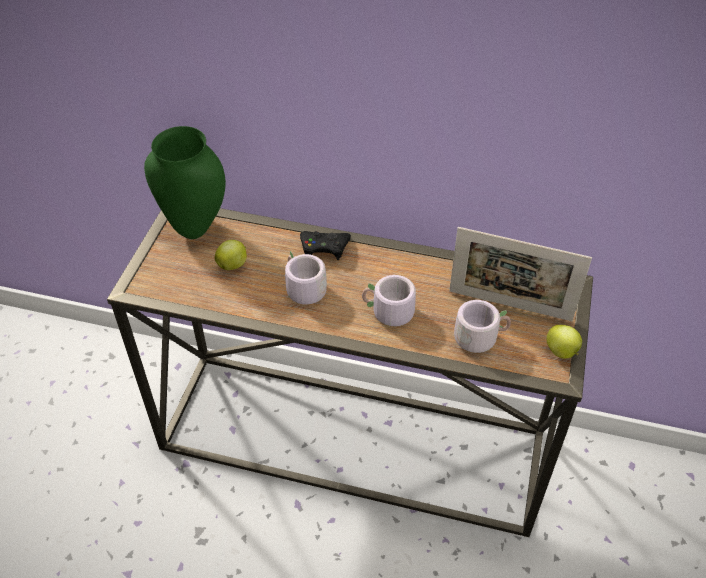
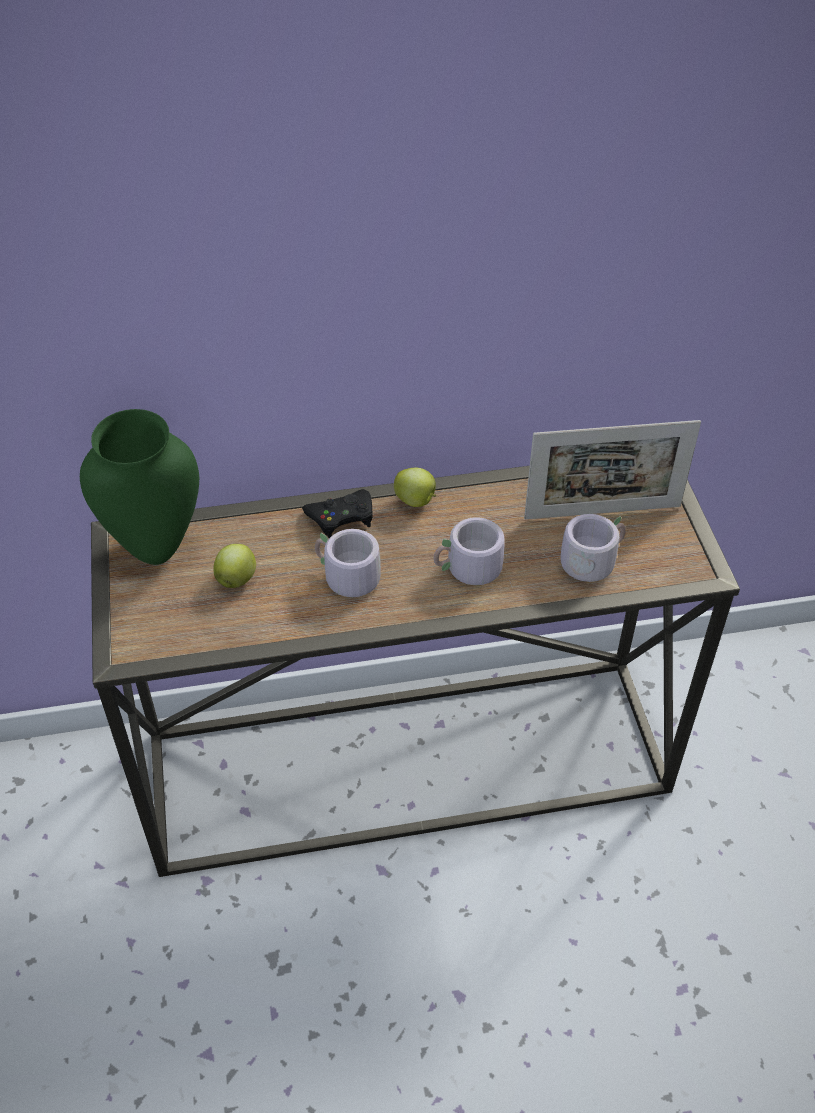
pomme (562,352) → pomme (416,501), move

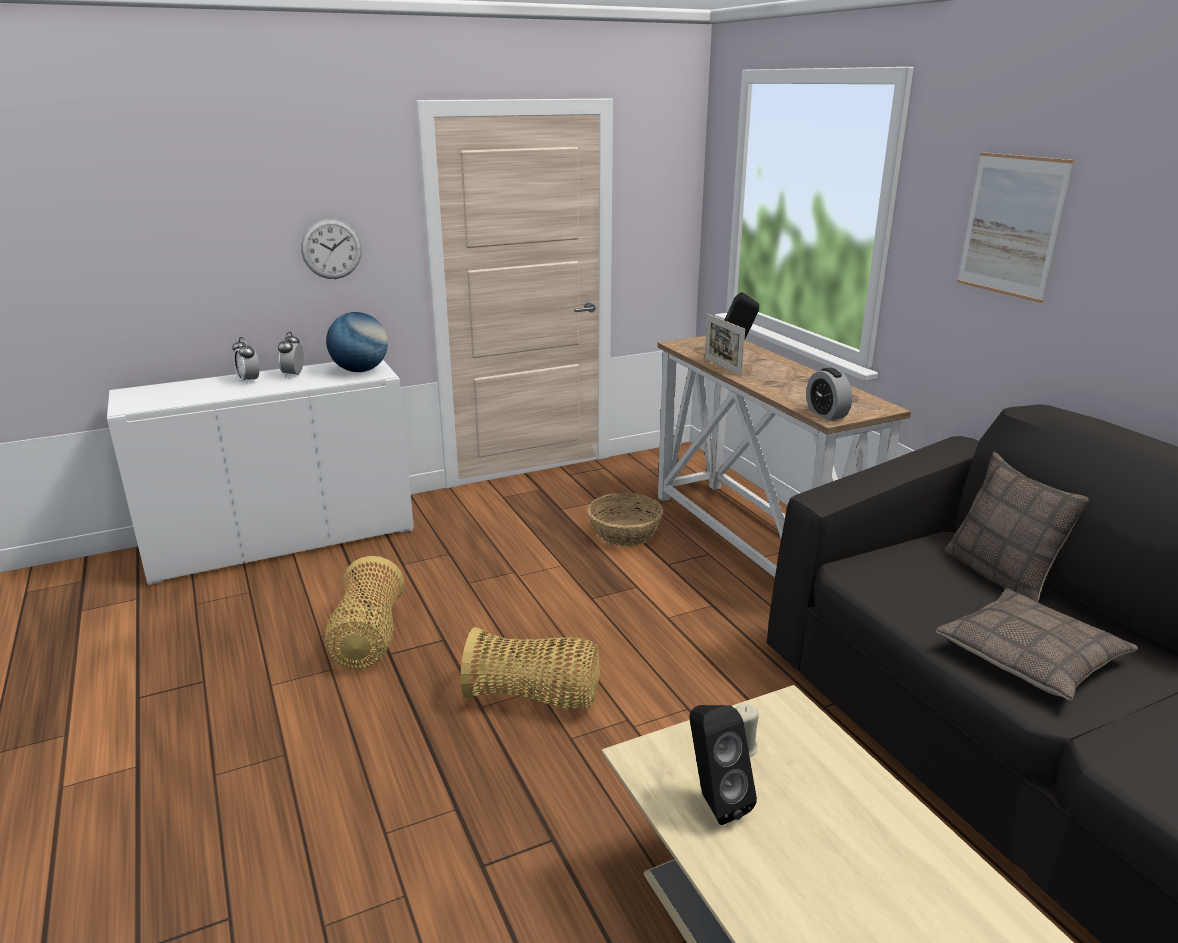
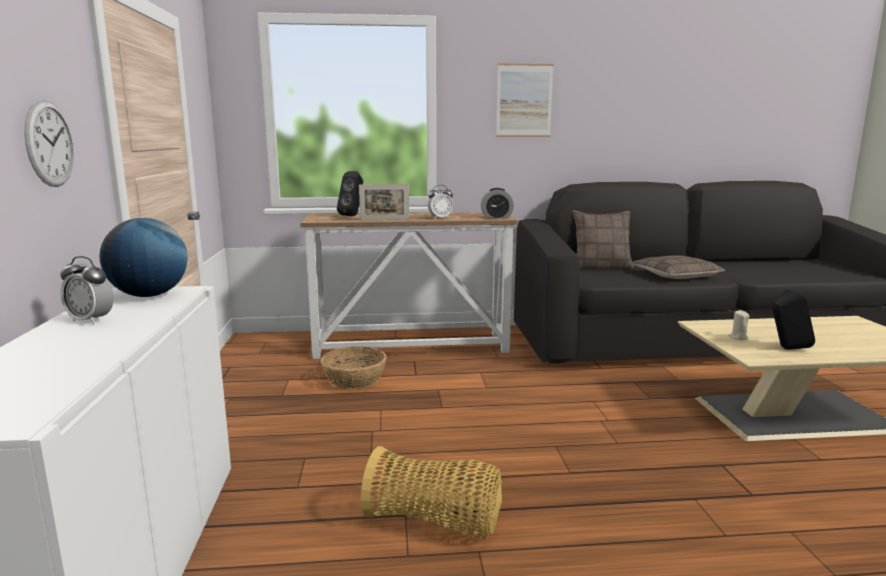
réveil (249,381) → réveil (440,218), move
panier (534,697) → -

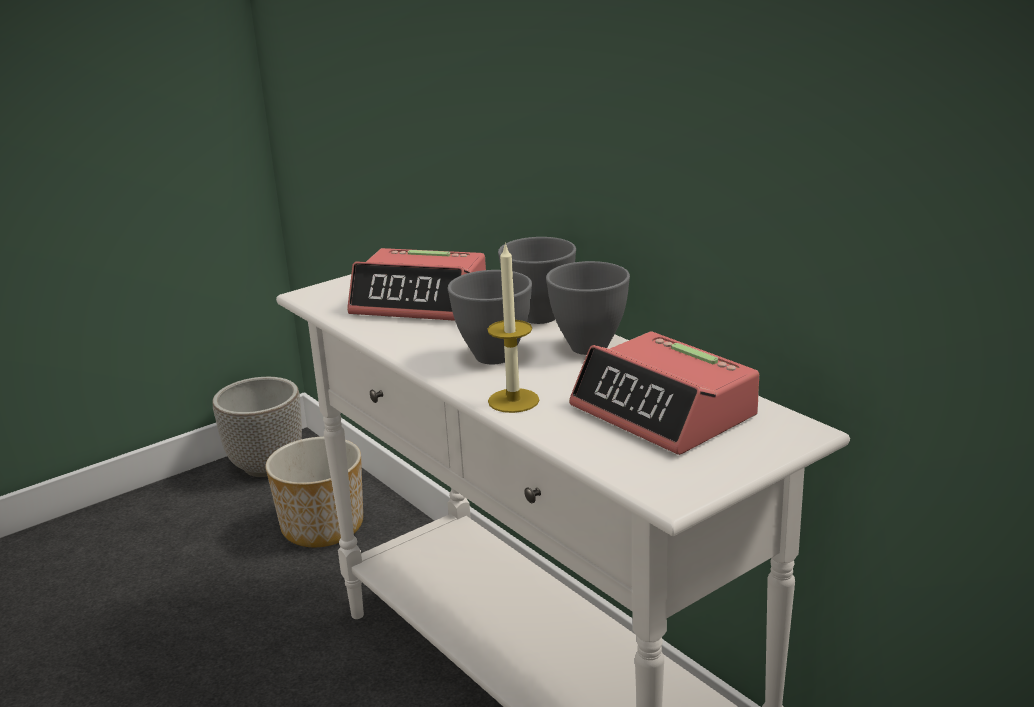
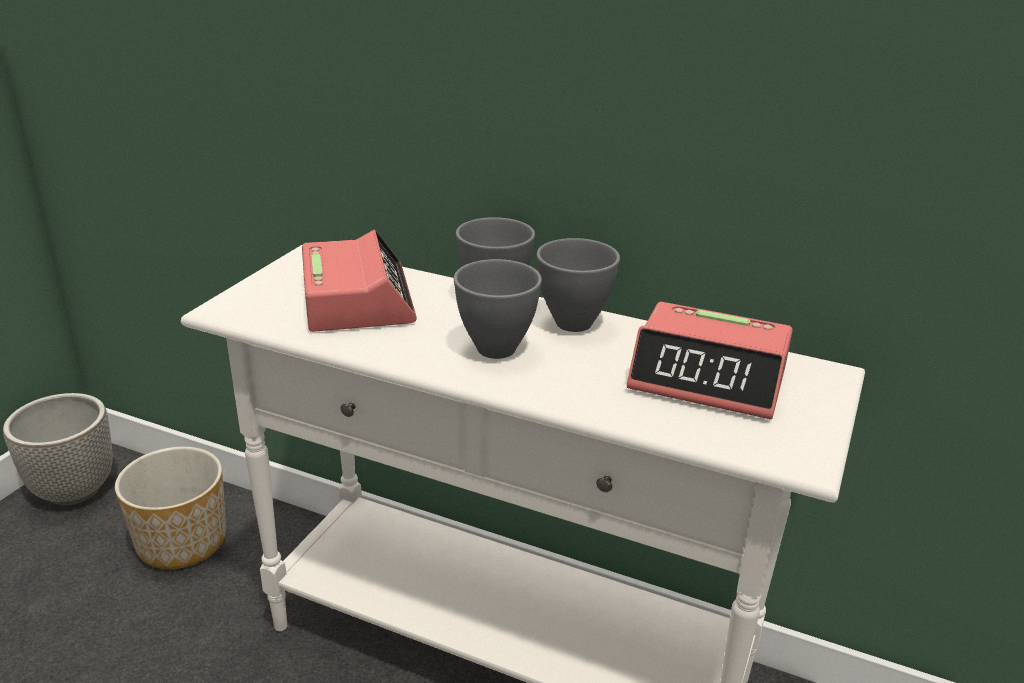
bougie (513,400) → -
réveil (420,302) → réveil (357,300), 90 degrees counterclockwise

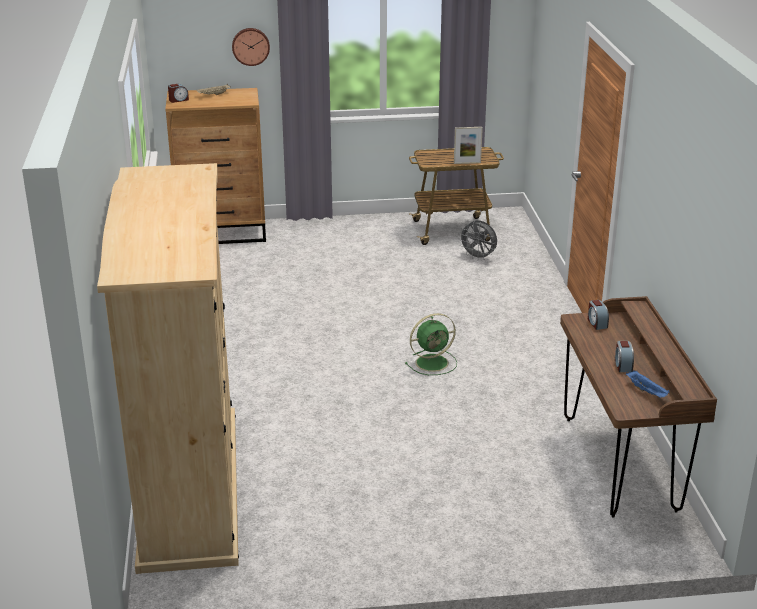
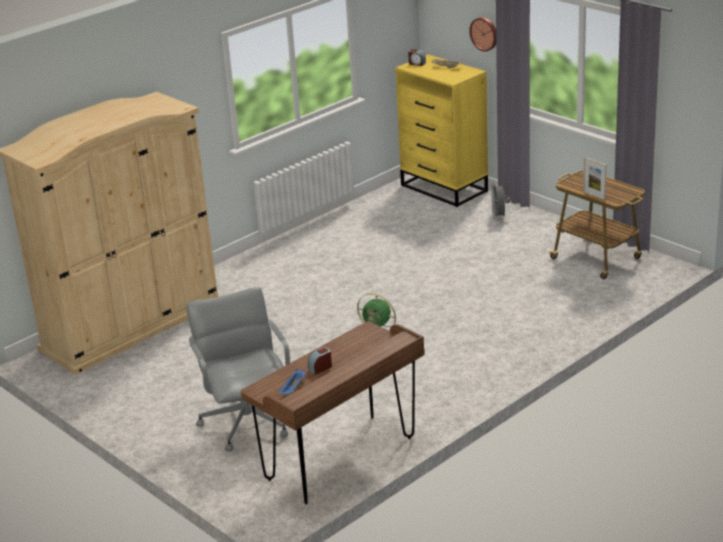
commode (marron) (223,233) → commode (jaune) (444,188)
ventilateur (gris) (478,257) → ventilateur (gris) (499,217), move
réveil (597,323) → -
- → chaise de bureau (gris) (247,422)

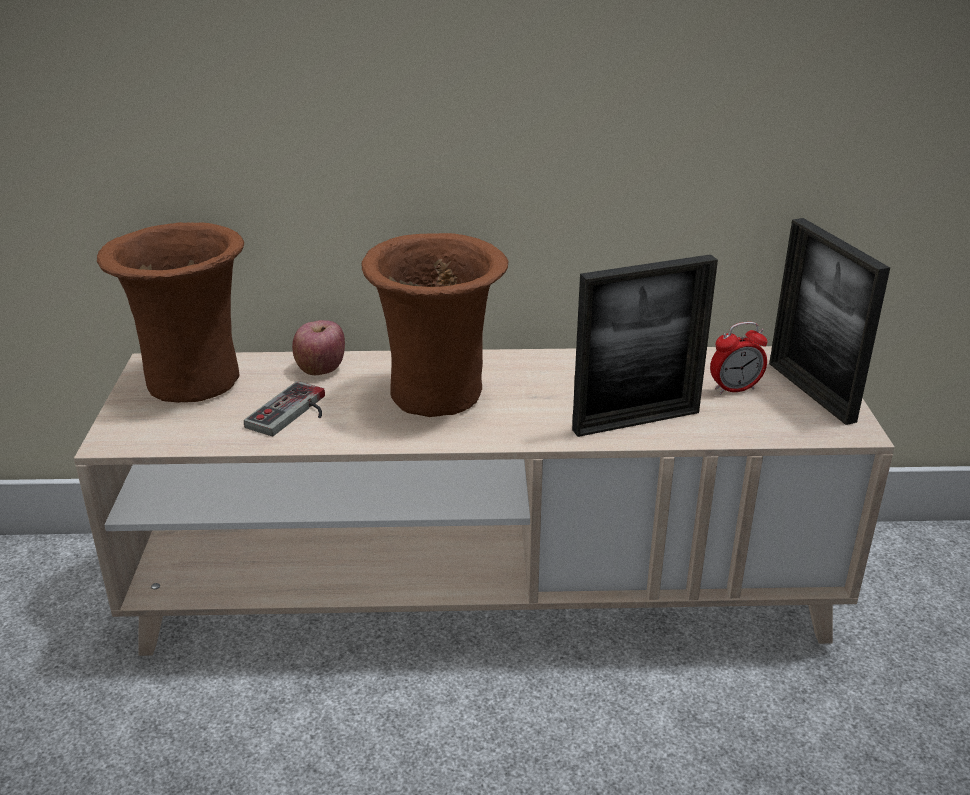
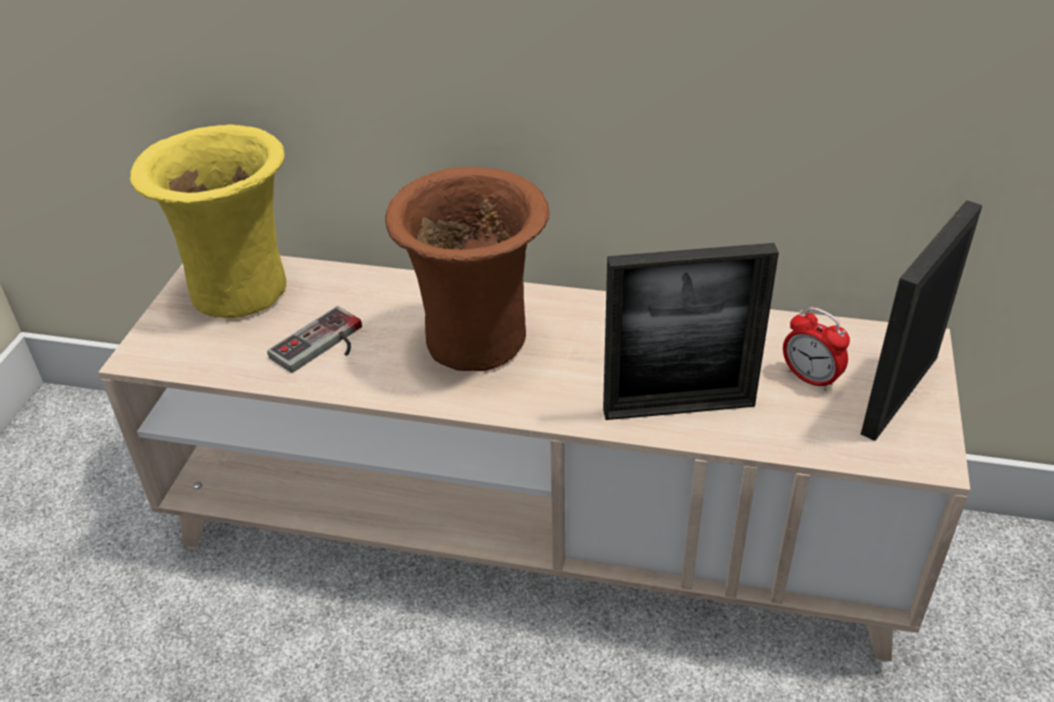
cadre photo (811,391) → cadre photo (900,394), 45 degrees clockwise
vase (marron) (191,381) → vase (jaune) (238,289)
pomme (321,369) → -
réveil (734,389) → réveil (810,378), 45 degrees clockwise

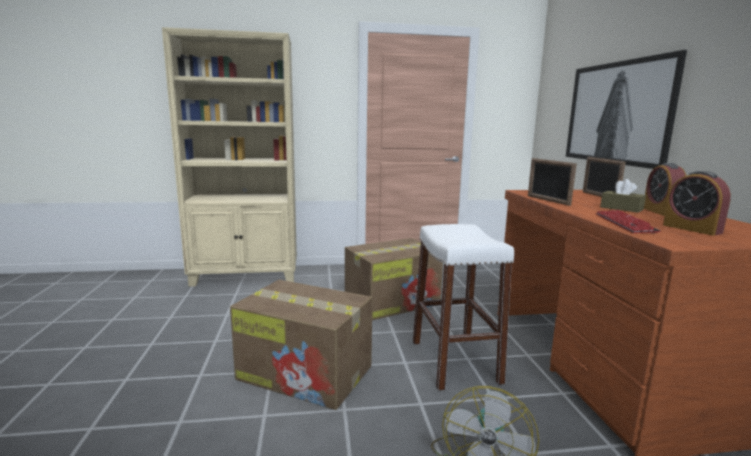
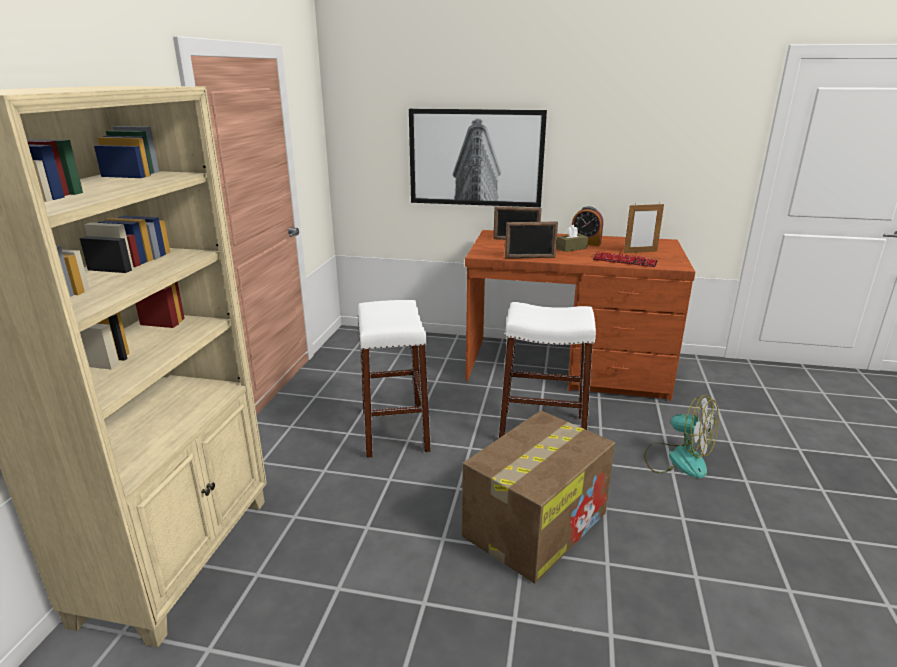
réveil (692,229) → cadre photo (640,252)
carton (393,301) → tabouret (blanc) (395,430)

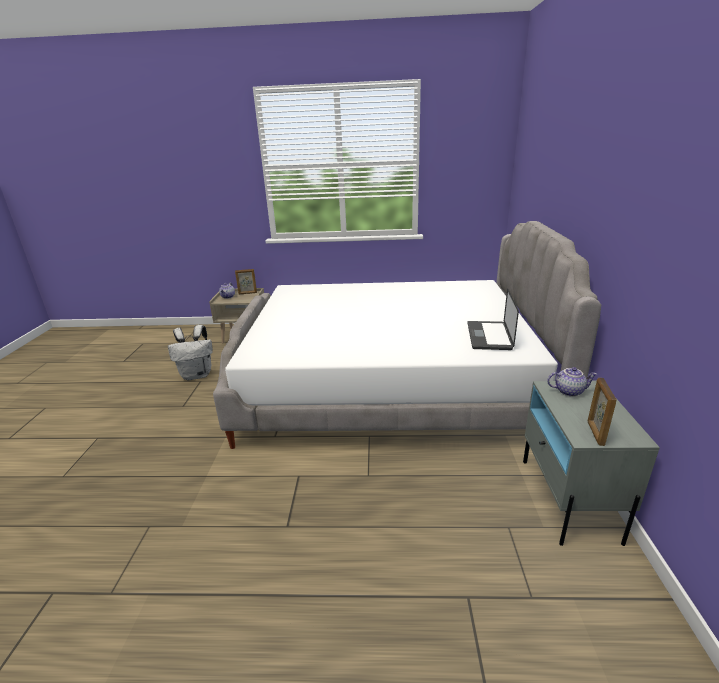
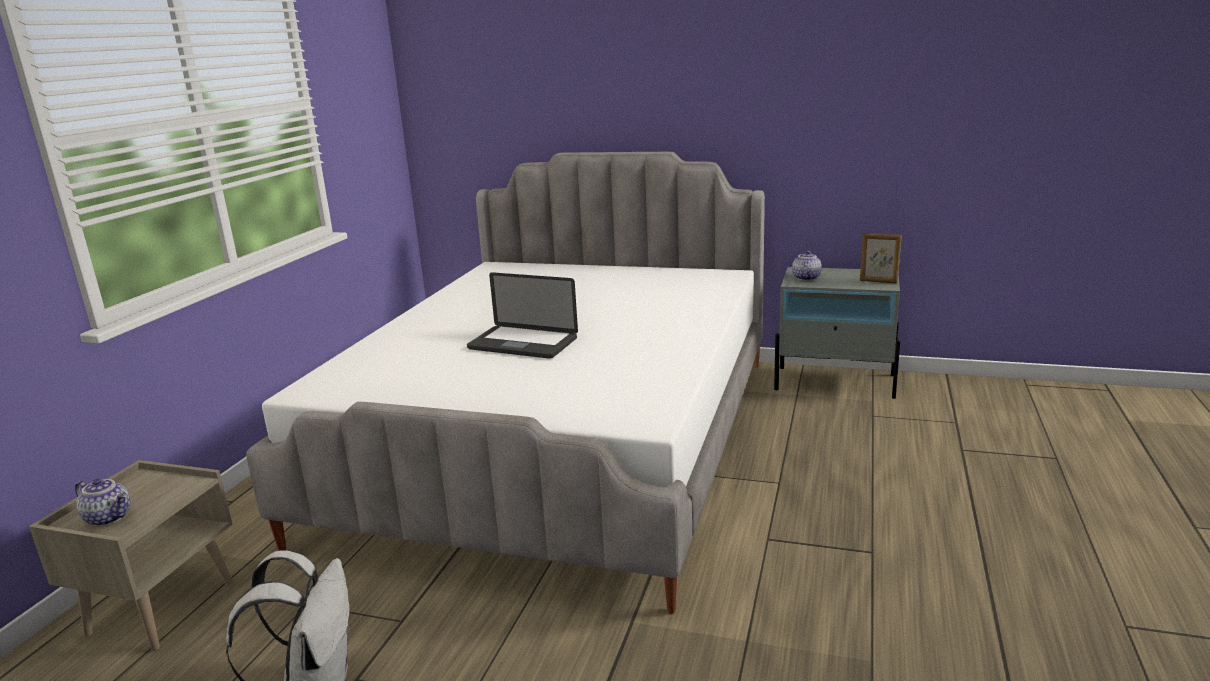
cadre photo (247,293) → -
ordinateur portable (489,336) → ordinateur portable (523,344), move

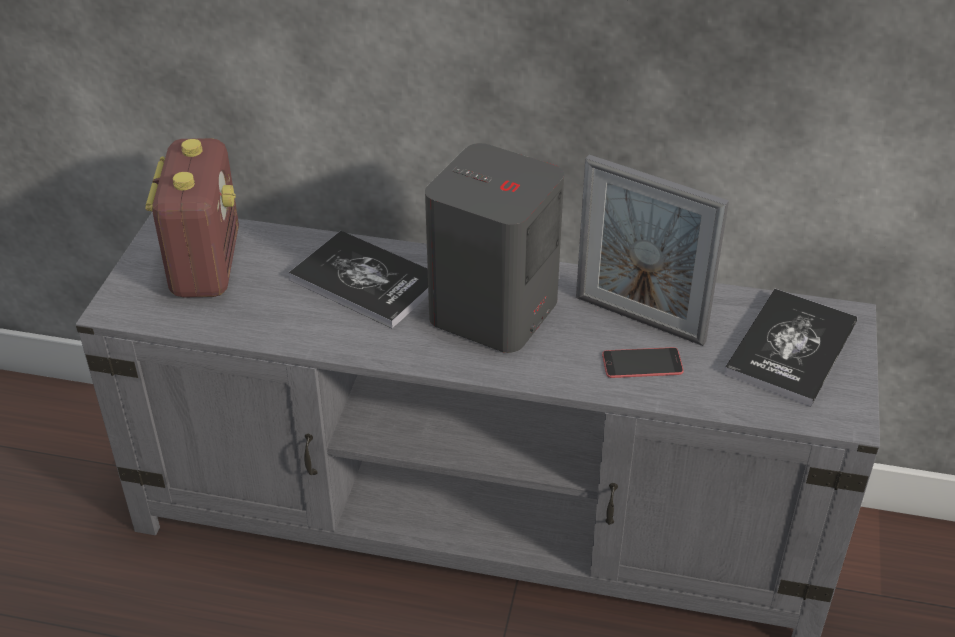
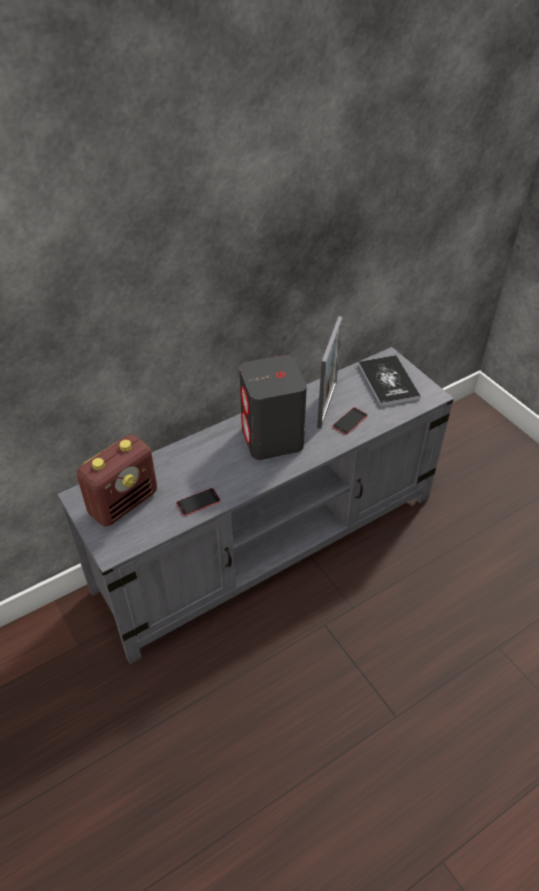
radio (205,264) → radio (124,502), 90 degrees clockwise
cadre photo (639,319) → cadre photo (327,404), 60 degrees counterclockwise
livre (366,281) → -
- → téléphone (198,502)

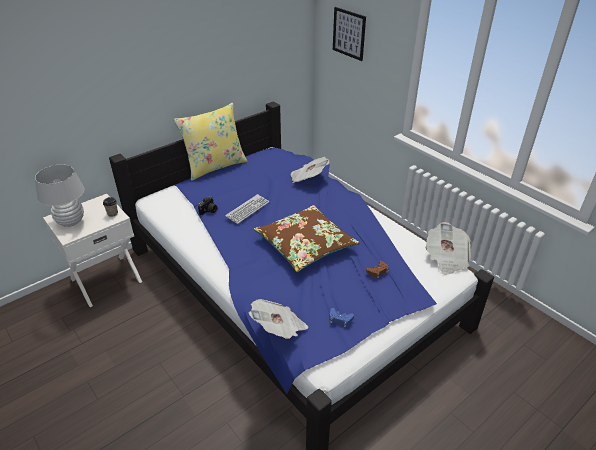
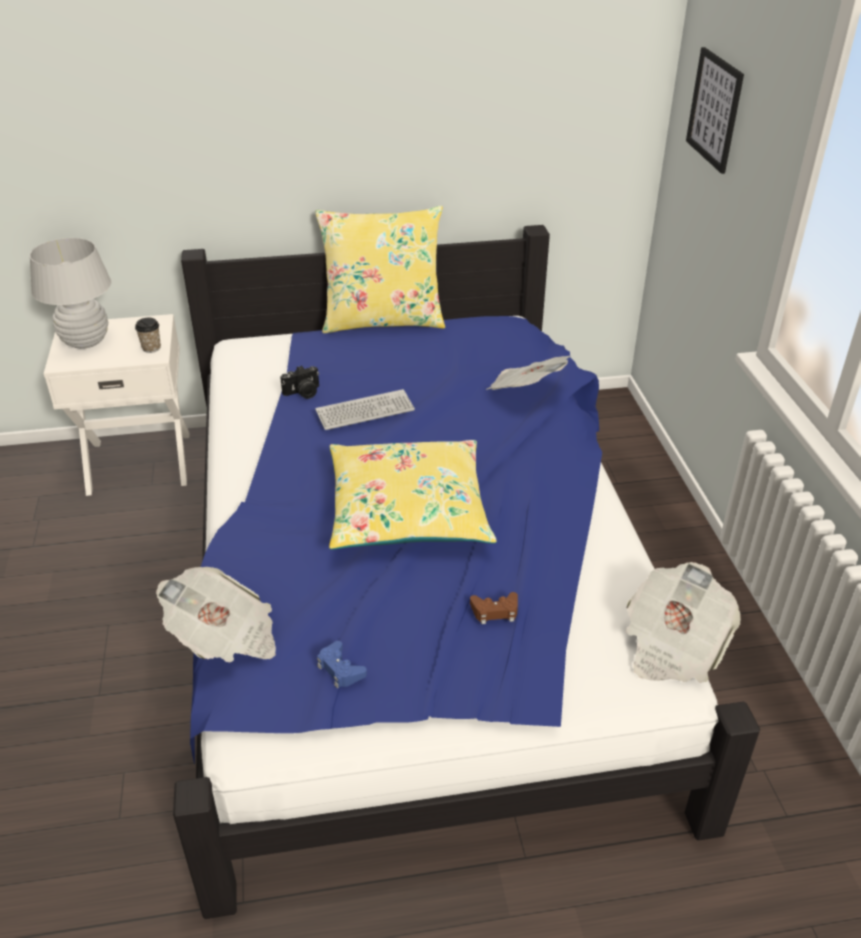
coussin (marron) (305,245) → coussin (jaune) (408,510)

